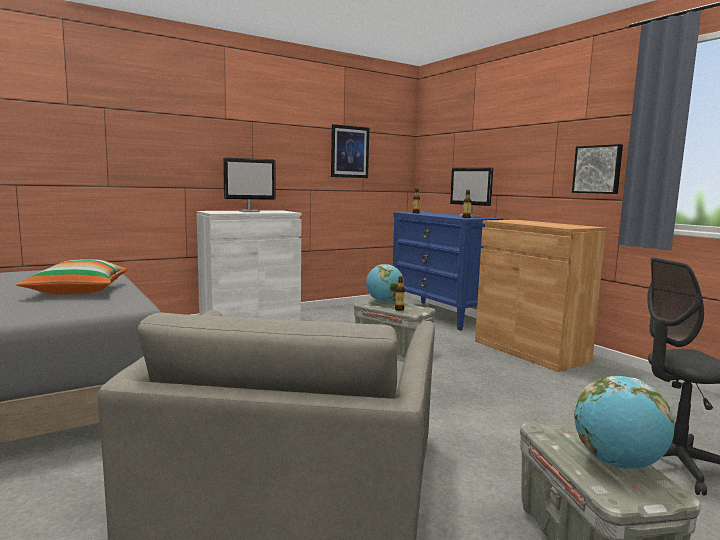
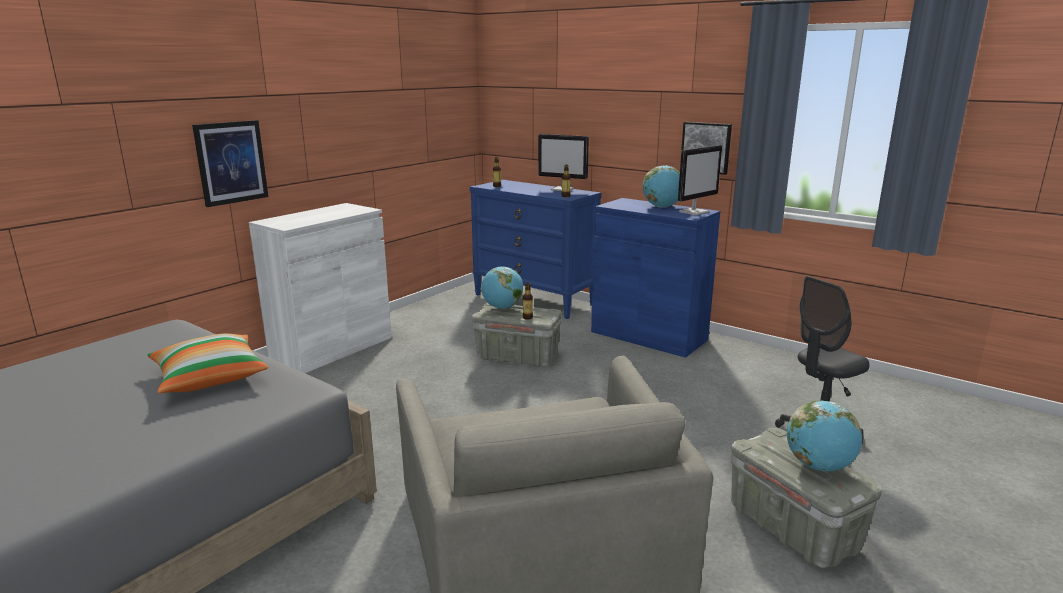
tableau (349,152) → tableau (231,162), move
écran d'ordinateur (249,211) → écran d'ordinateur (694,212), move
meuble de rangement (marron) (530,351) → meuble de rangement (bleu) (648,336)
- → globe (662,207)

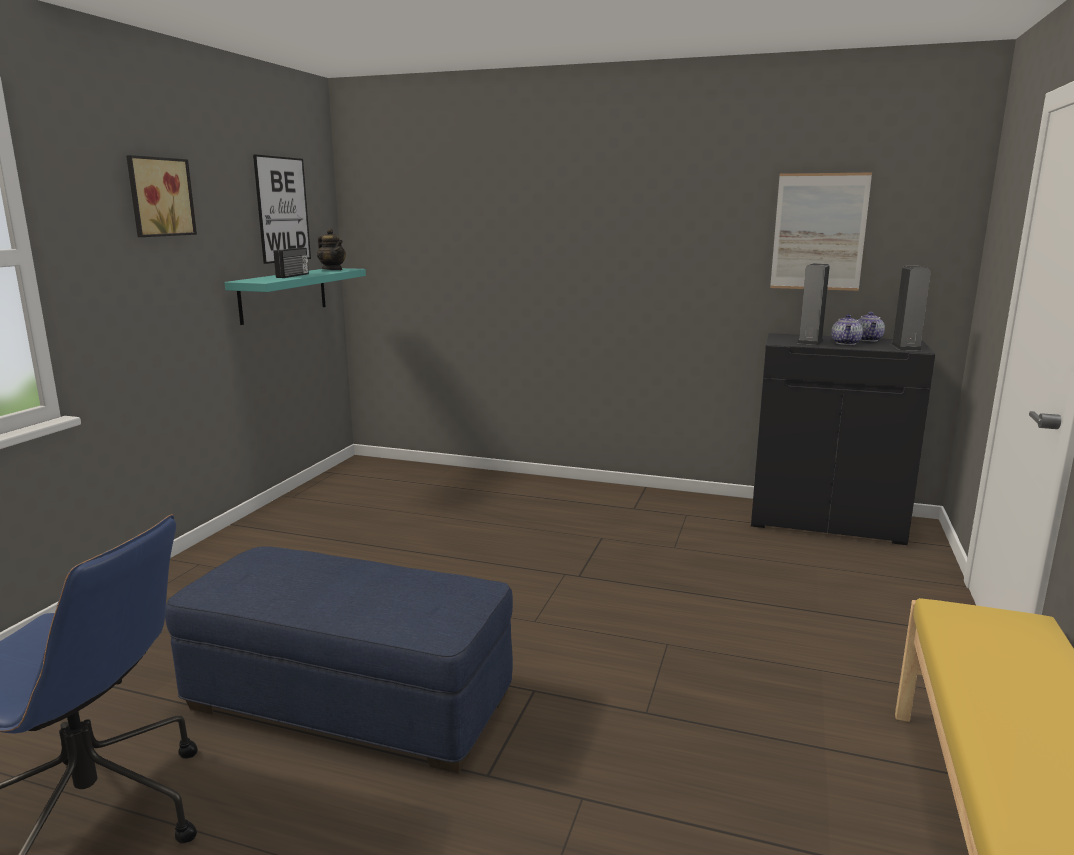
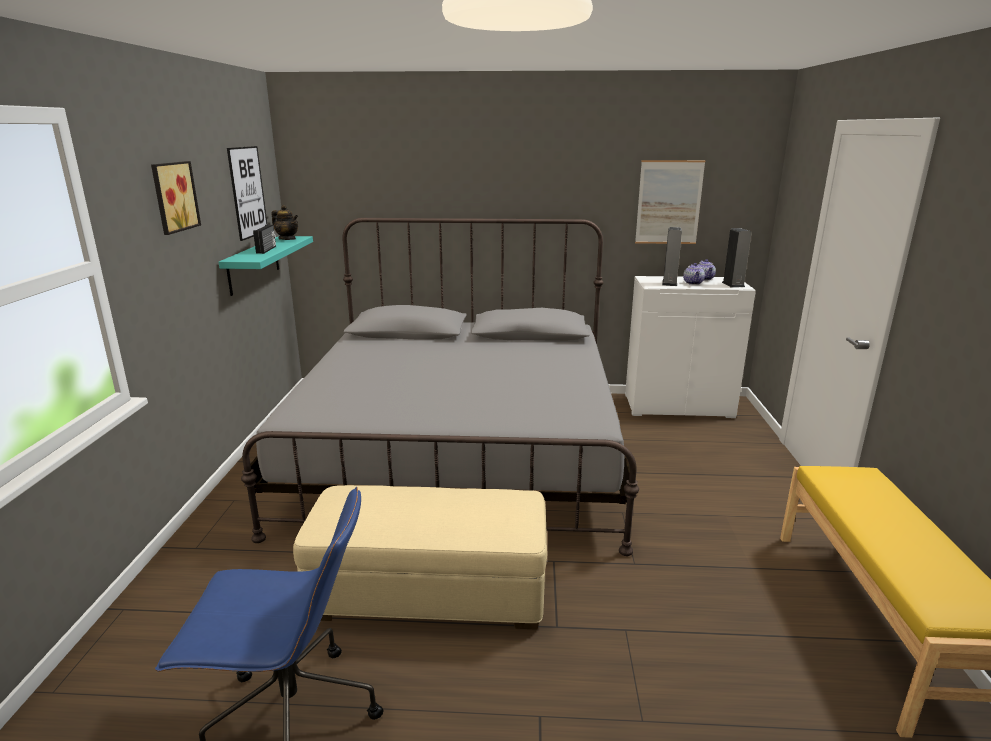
meuble de rangement (noir) (826,521) → meuble de rangement (blanc) (678,406)
pouf (bleu) (350,701) → pouf (beige) (429,591)
- → lit (gris) (460,453)

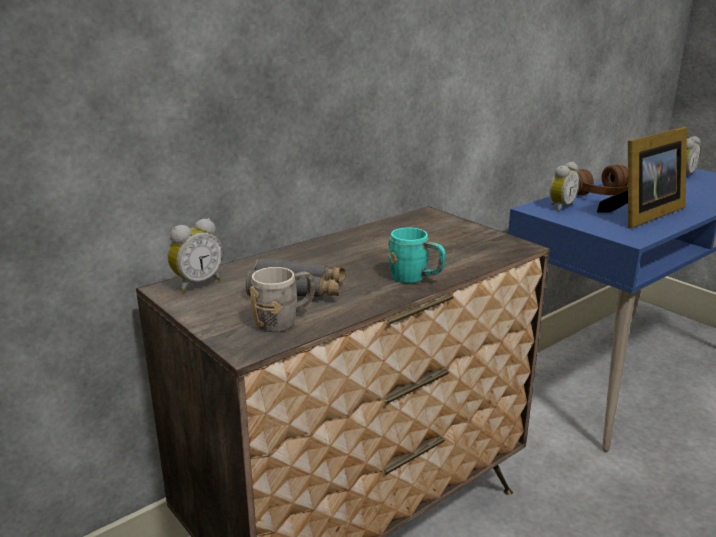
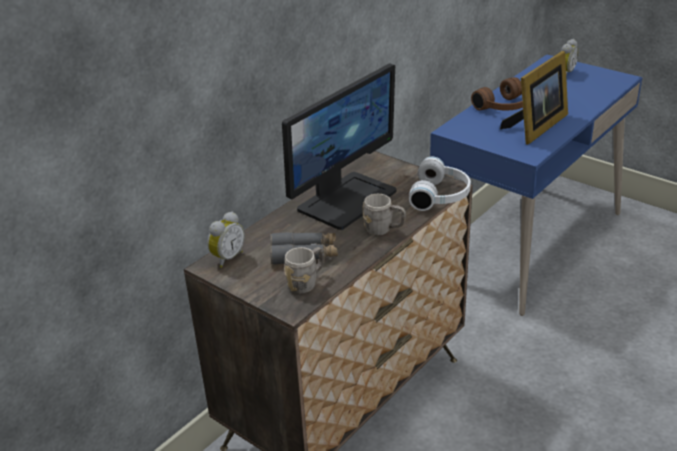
réveil (560,207) → -
mug (turquoise) (415,279) → mug (gris) (384,230)
- → écran d'ordinateur (346,199)
- → casque audio (blanc) (441,196)

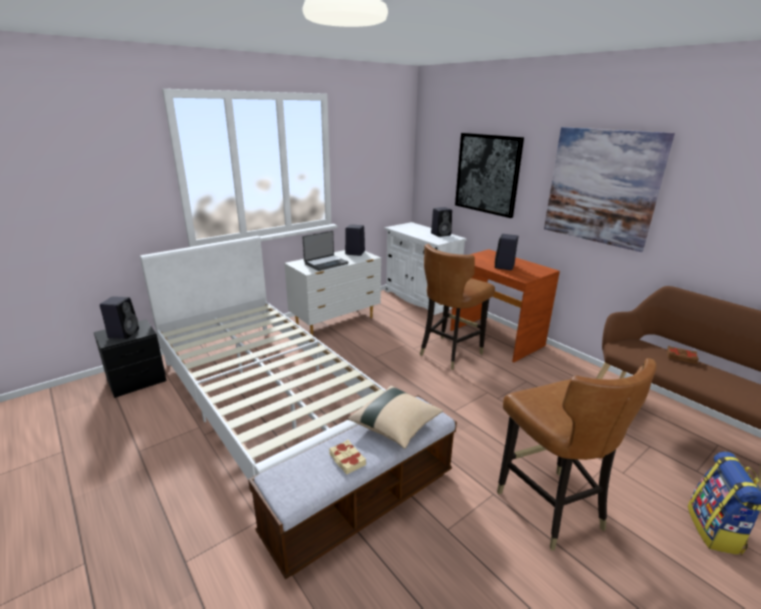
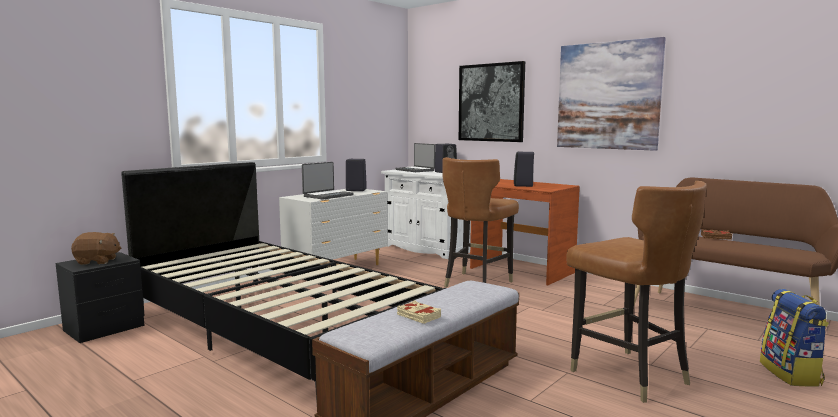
lit (blanc) (266,398) → lit (noir) (279,329)
enceinte (noir) (124,333) → peluche (marron) (97,261)
coussin (beige) (395,426) → -
- → ordinateur portable (415,170)

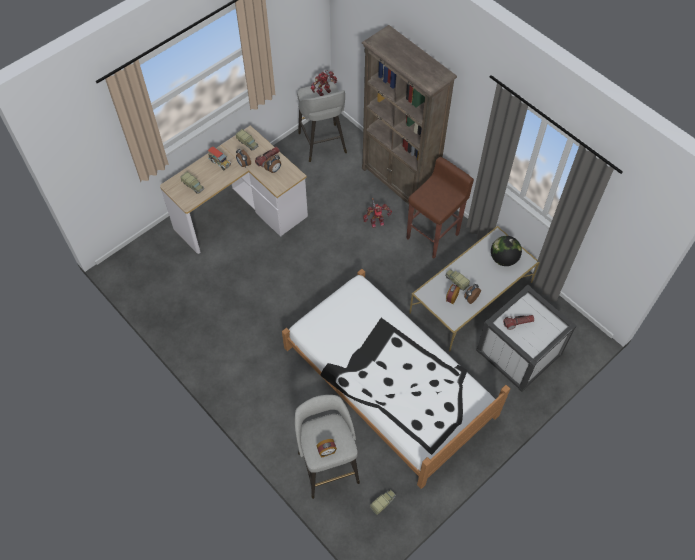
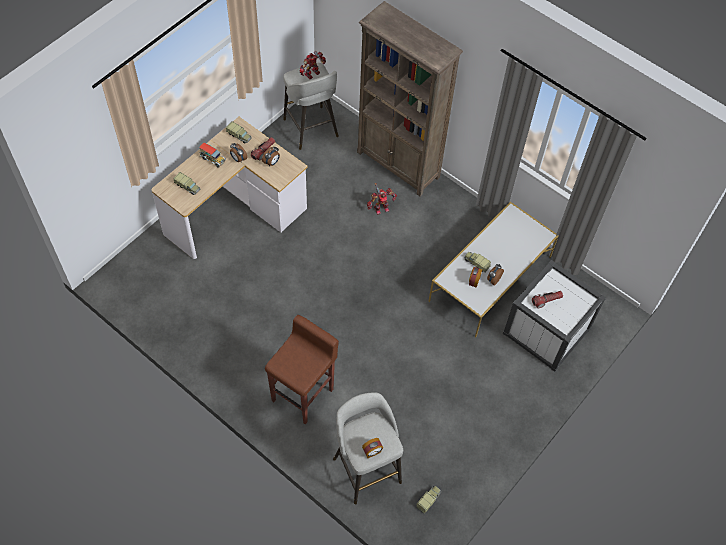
tabouret (marron) (433,236) → tabouret (marron) (304,395), move
globe (503,259) → -
lit (blanc) (389,381) → -

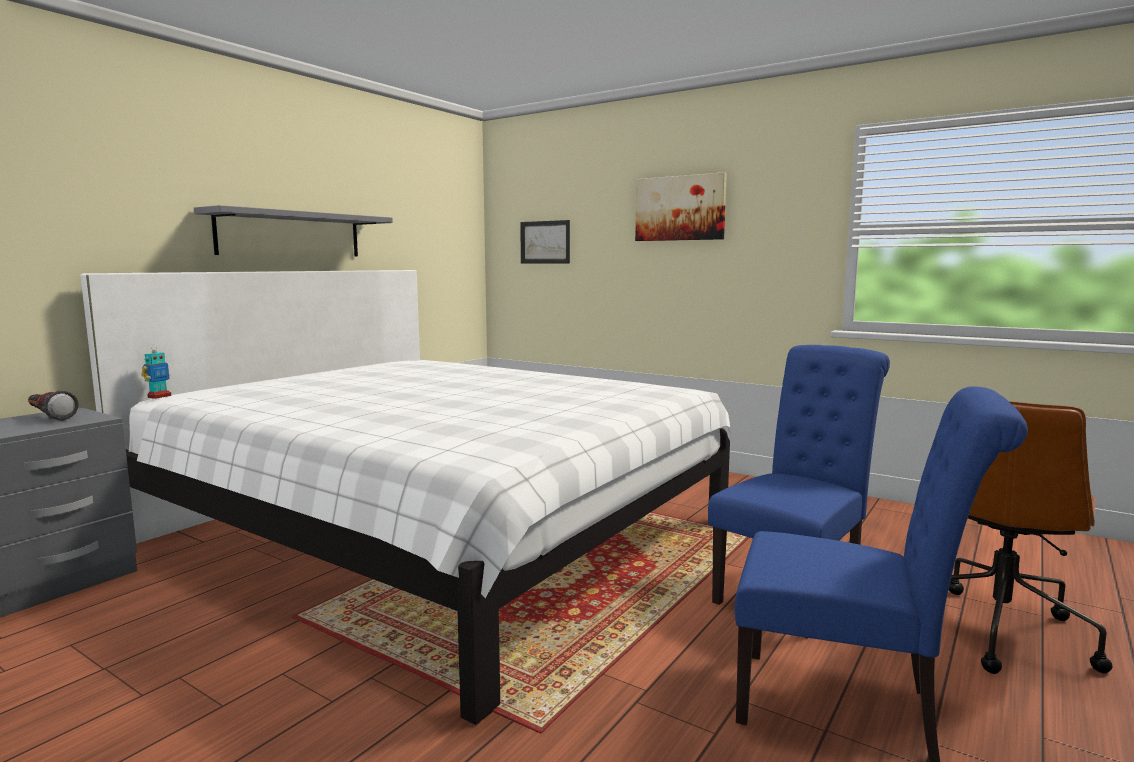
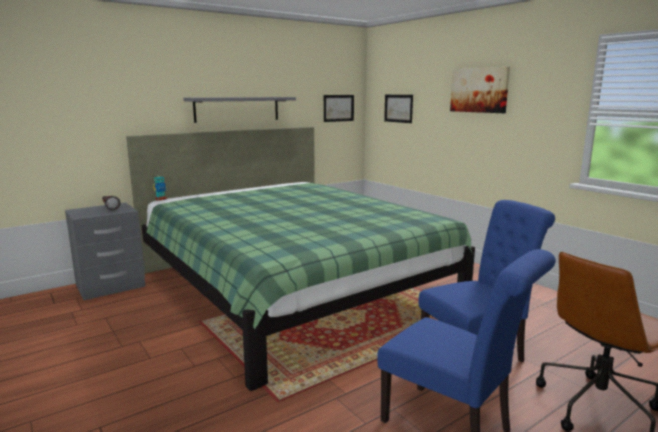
lit (blanc) (435,534) → lit (vert) (291,287)
- → tableau (338,108)

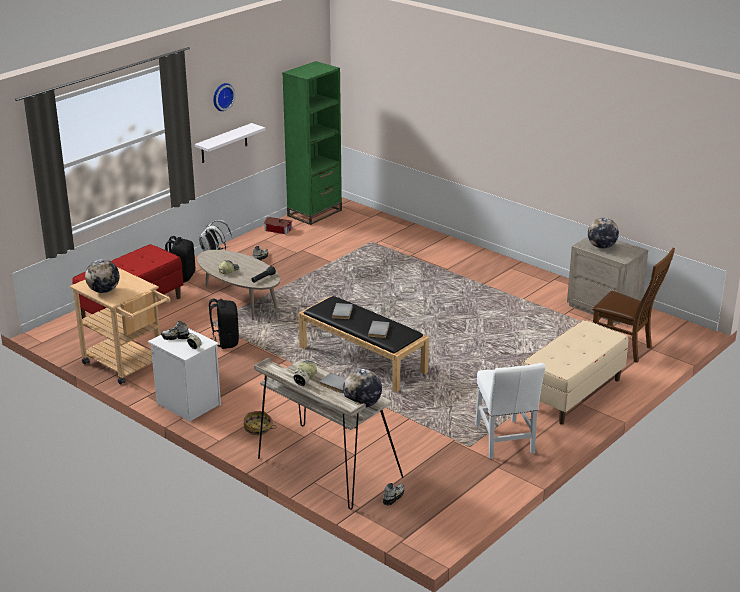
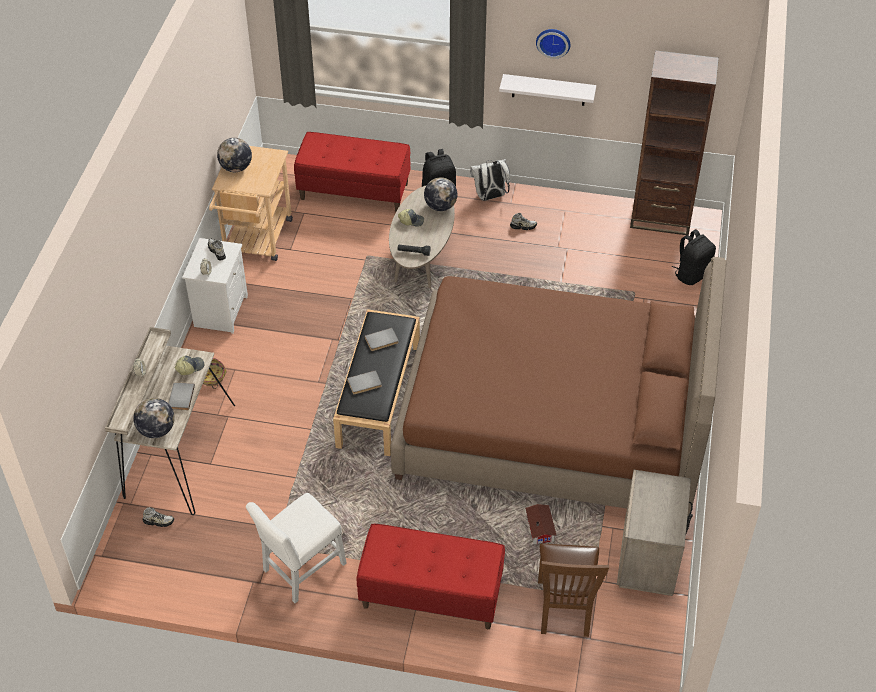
bibliothèque (vert) (314,213) → bibliothèque (marron) (661,218)
maison miniature (278,229) → maison miniature (540,527), move
globe (601,246) → globe (440,206), move
sac à dos (noir) (225,341) → sac à dos (noir) (692,274), move
banc (beige) (572,393) → banc (rouge) (431,595)
- → lit (marron) (552,421)

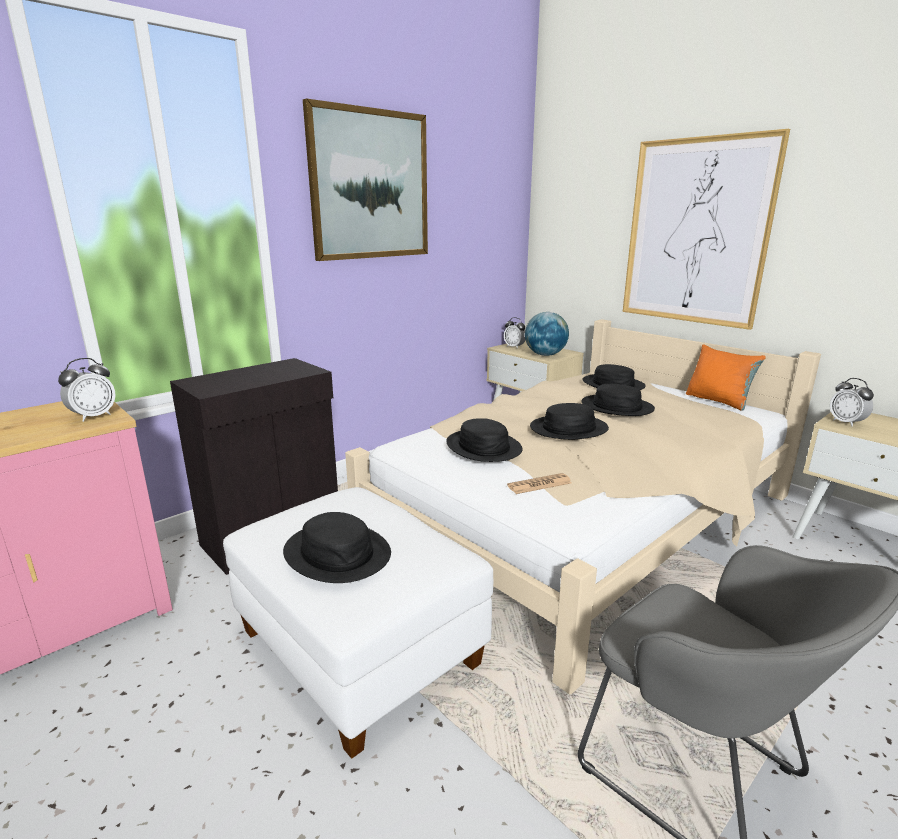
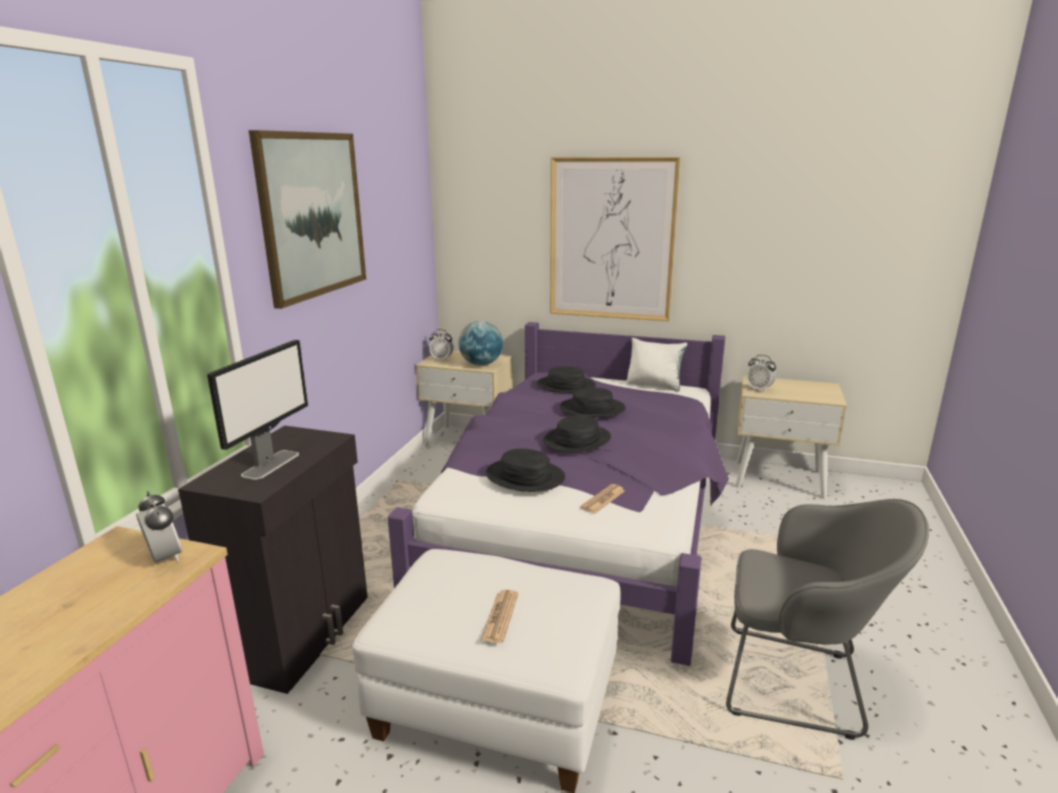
lit (beige) (581,520) → lit (violet) (583,520)
coussin (orange) (718,401) → coussin (blanc) (654,385)
réveil (93,416) → réveil (165,558), 45 degrees counterclockwise
chapeau (noir) (337,553) → journal (500,616)
- → écran d'ordinateur (271,464)

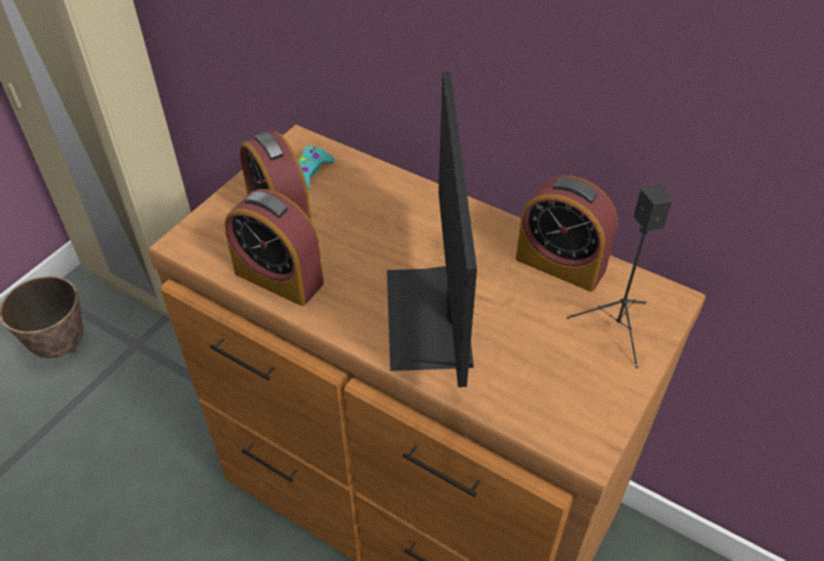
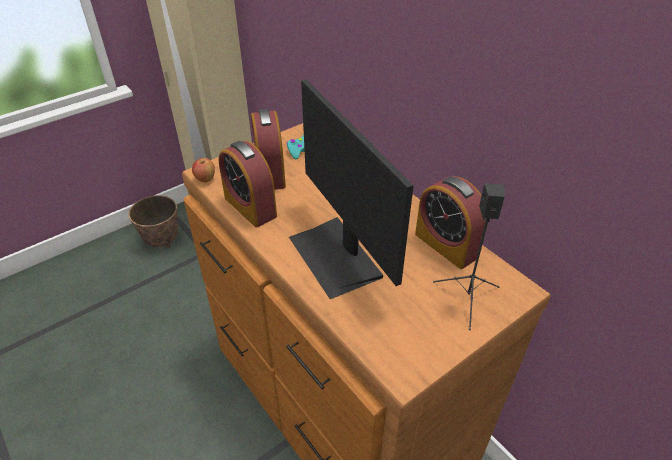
écran d'ordinateur (432,317) → écran d'ordinateur (337,256), 45 degrees counterclockwise
- → pomme (205,179)

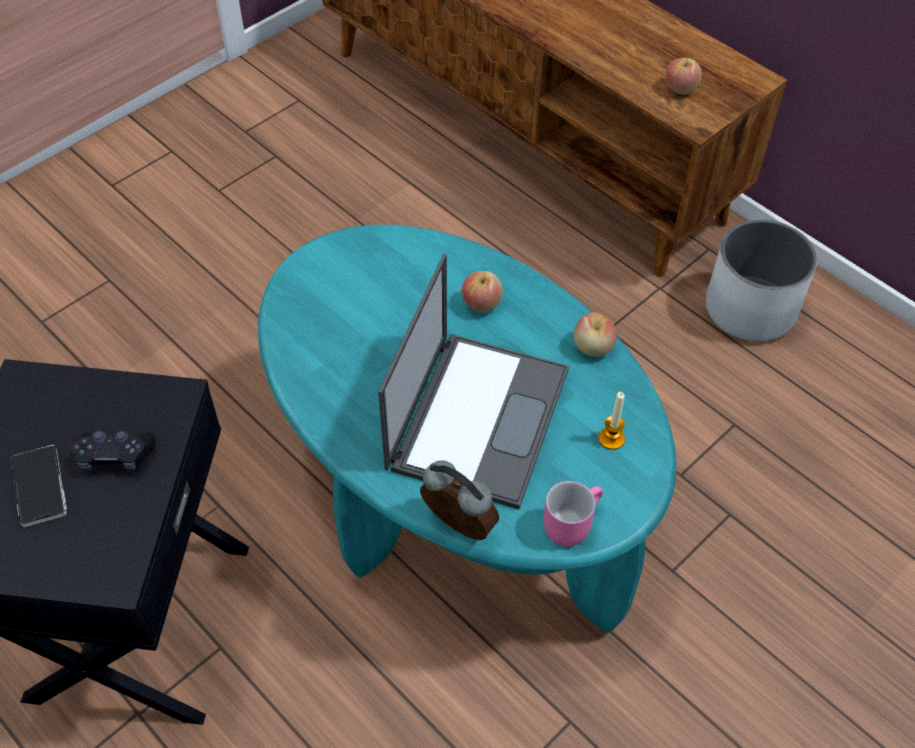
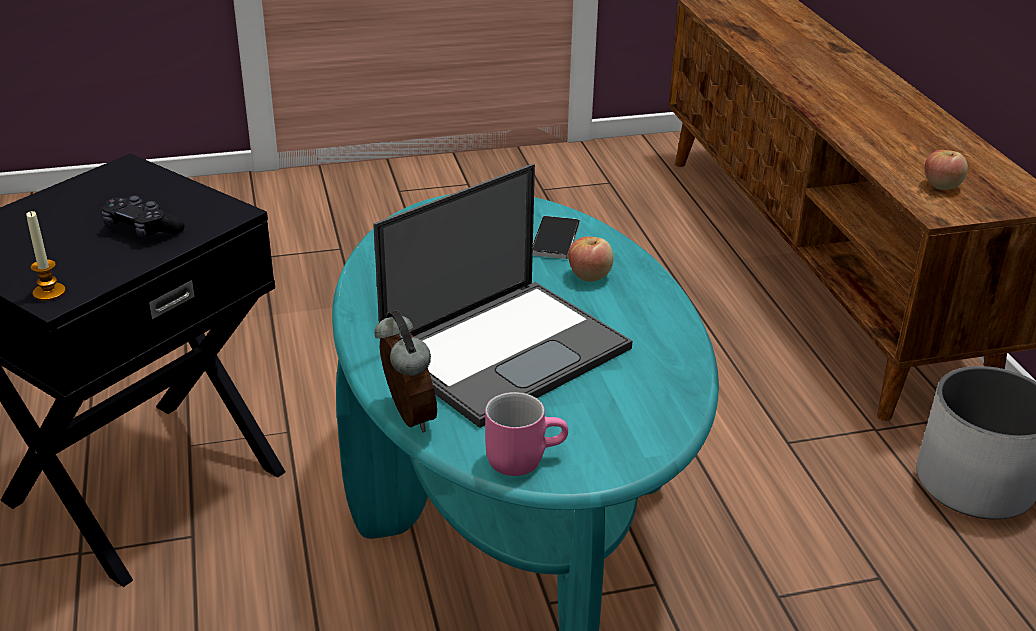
pomme (593,347) → -
bougie (611,438) → bougie (49,293), move
téléphone (39,487) → téléphone (555,239), move

